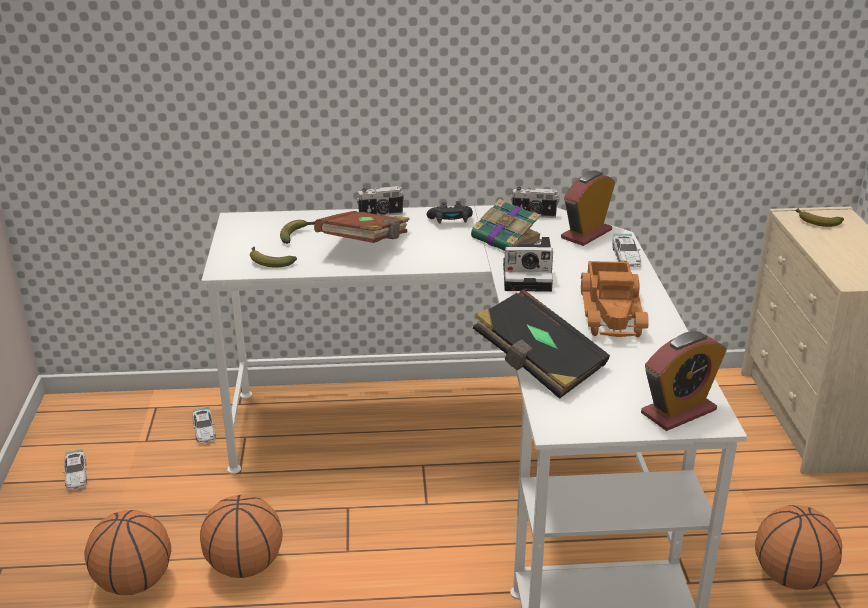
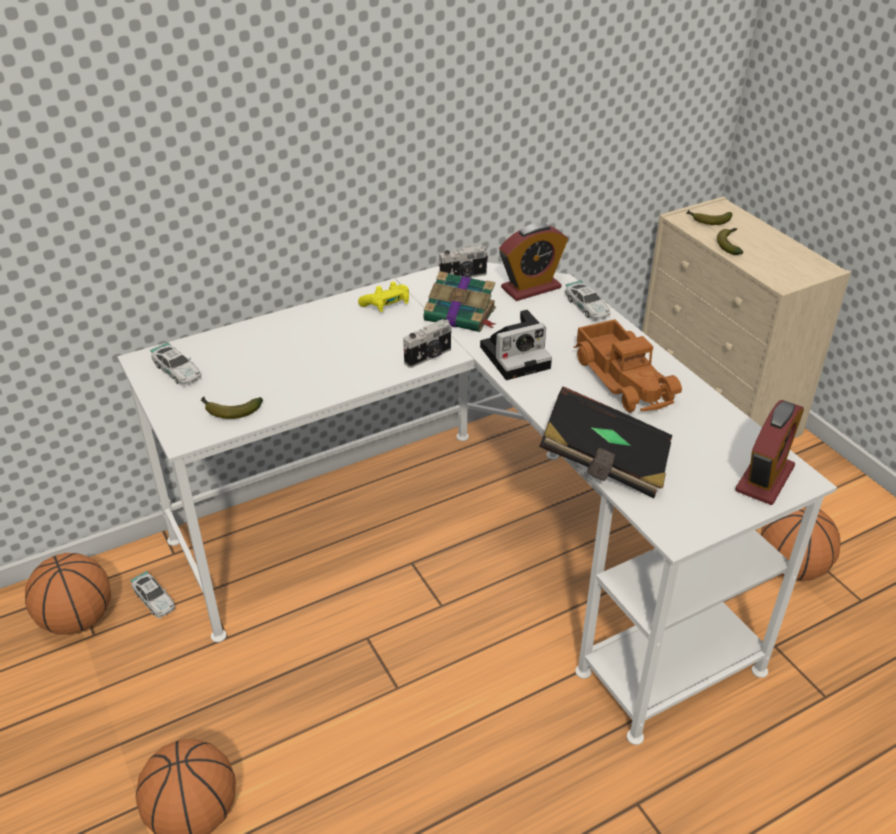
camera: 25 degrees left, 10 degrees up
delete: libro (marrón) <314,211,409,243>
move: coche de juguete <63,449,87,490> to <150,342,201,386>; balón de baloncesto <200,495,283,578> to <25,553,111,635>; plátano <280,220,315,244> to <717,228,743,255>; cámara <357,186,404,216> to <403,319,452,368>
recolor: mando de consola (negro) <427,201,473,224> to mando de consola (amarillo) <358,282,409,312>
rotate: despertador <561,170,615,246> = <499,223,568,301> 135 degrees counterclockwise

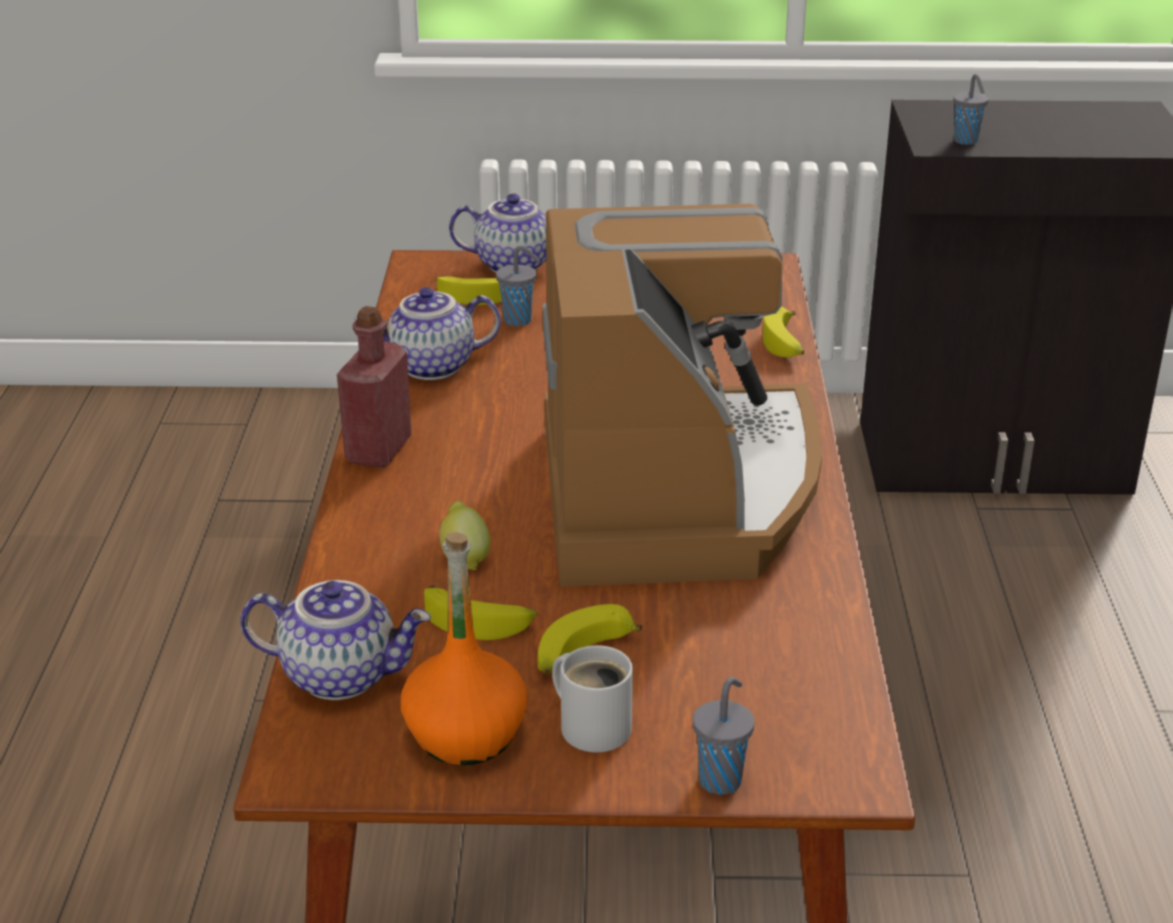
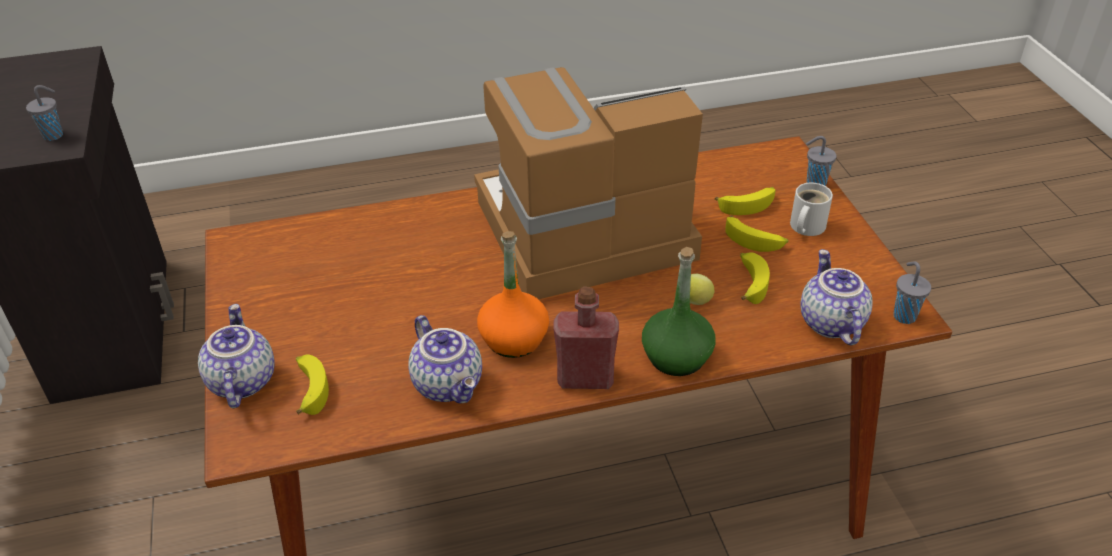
camera: 105 degrees left, 10 degrees up
insert: botella (verde) <642,247,716,376>
move: botella (naranja) <401,532,527,765> to <477,231,549,358>; taza (gris) <496,246,540,326> to <893,261,931,324>; plátano <763,306,804,357> to <715,187,775,215>

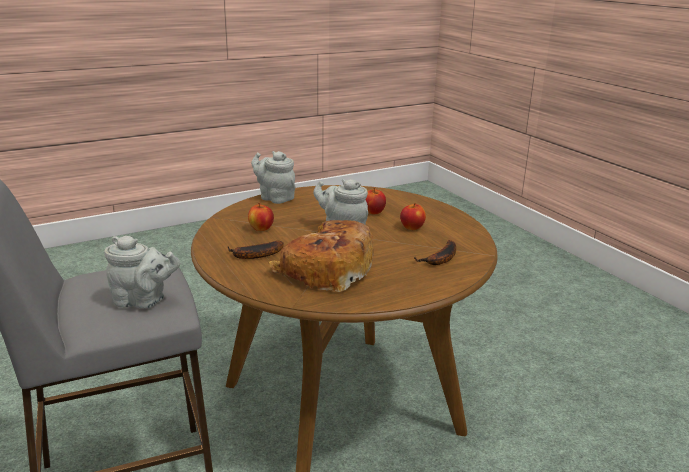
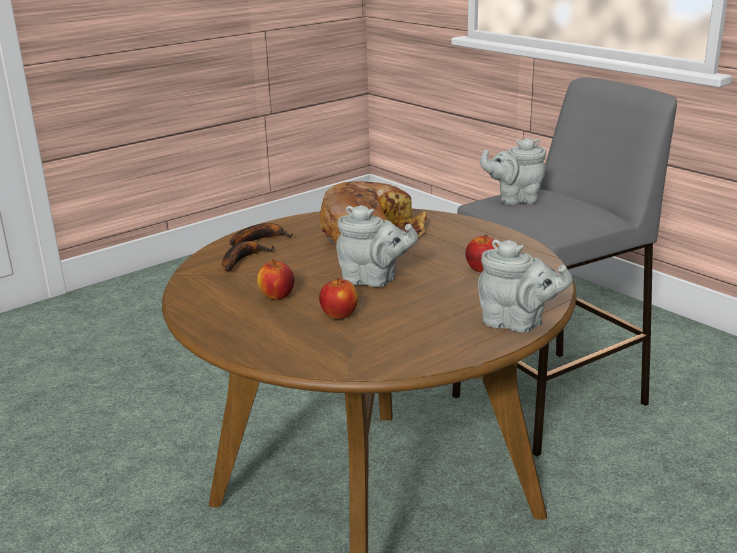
camera: 170 degrees right, 0 degrees up
move: plátano <228,241,284,259> to <230,223,293,246>

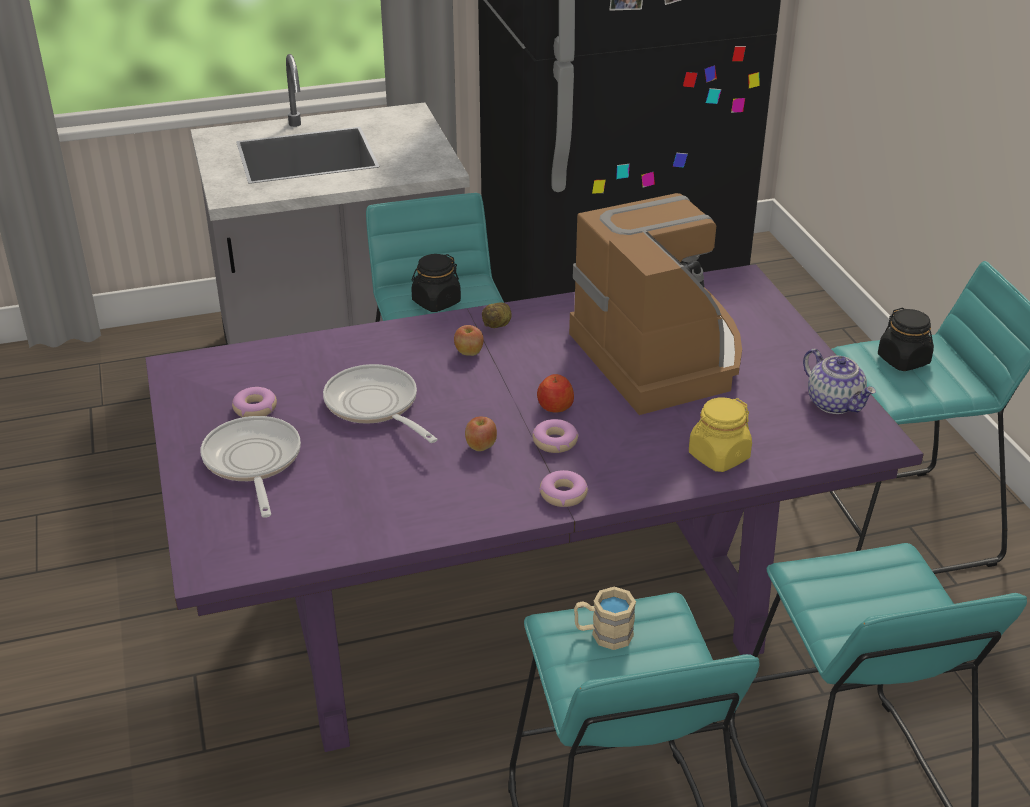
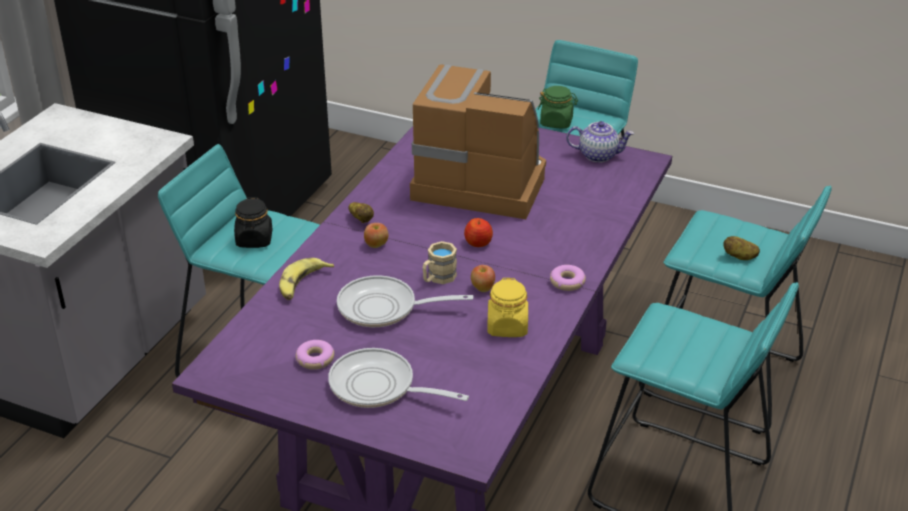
camera: 50 degrees left, 0 degrees up
delete: rosquilla <532,419,579,453>
insert: plátano <279,258,334,300>; patata <723,236,760,260>
move: taza grande (beis) <574,587,636,650> to <423,241,457,284>; tarro (amarillo) <689,397,752,472> to <487,278,528,337>
recolor: tarro (negro) <878,308,934,371> to tarro (verde) <538,86,578,129>

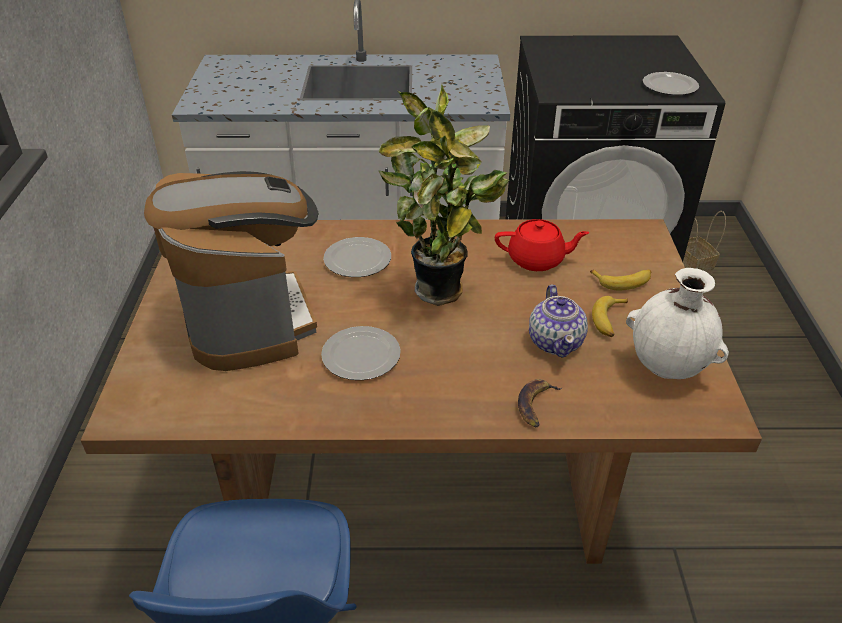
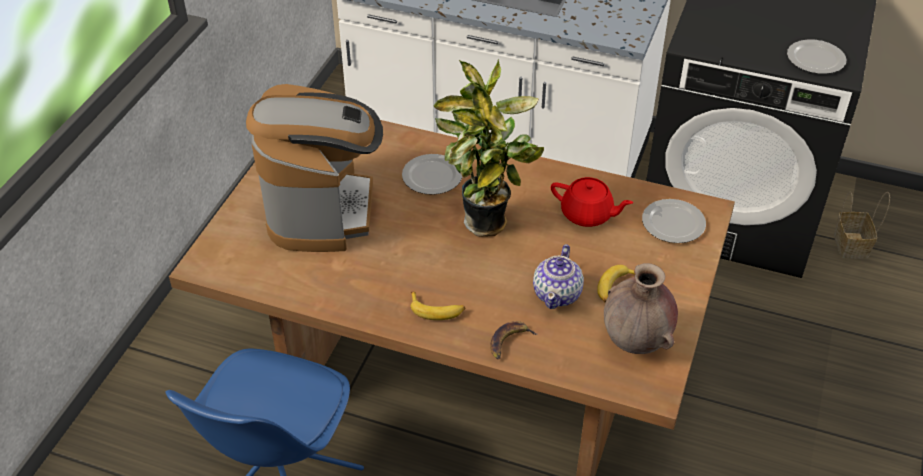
camera: 20 degrees right, 5 degrees up
move: plato <321,326,401,380> to <642,199,706,243>; plátano <590,270,651,290> to <411,291,465,320>
recolor: florero (blanco) <626,268,729,379> to florero (marrón) <604,263,678,354>

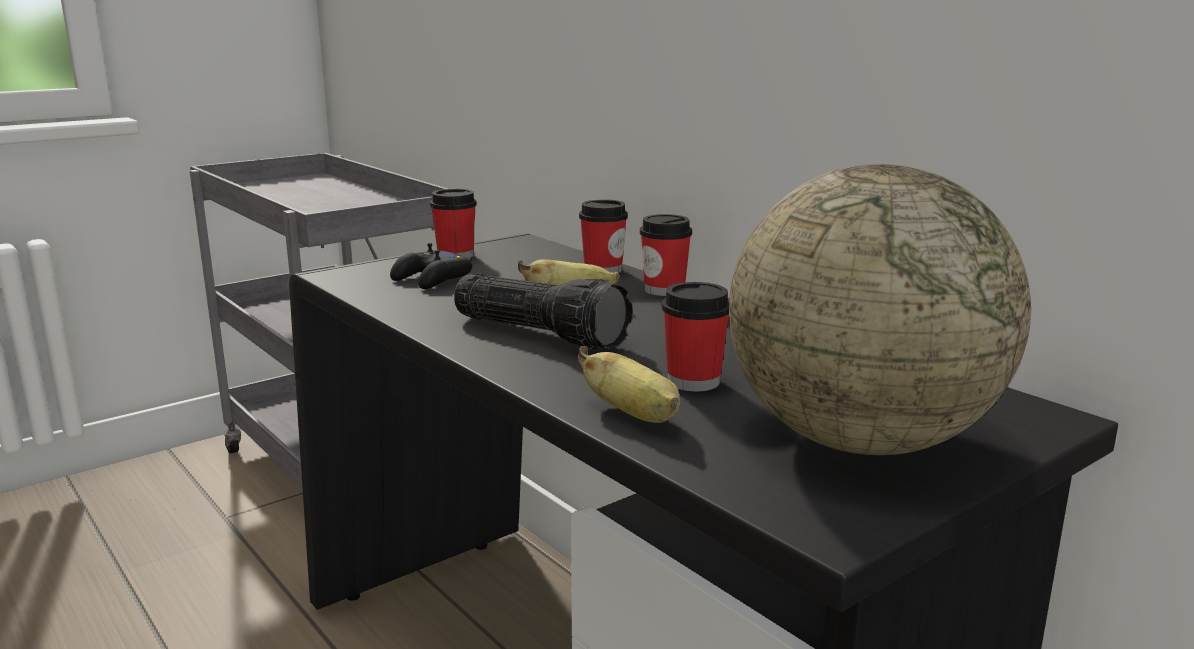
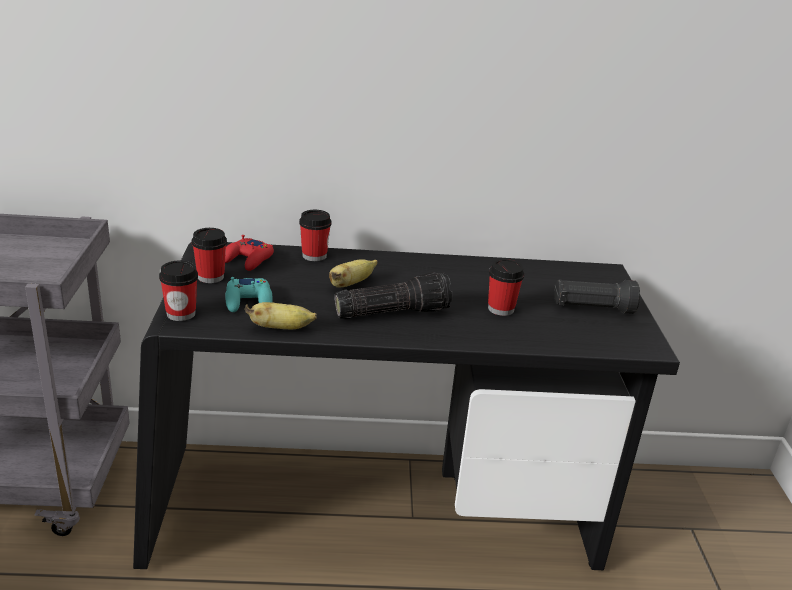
camera: 55 degrees left, 10 degrees up
insert: mando de consola (rojo) <225,235,274,271>
move: plátano <577,346,680,423> to <245,302,317,329>; taza <640,214,692,296> to <159,260,198,321>
replace: globo terráqueo <729,164,1031,455> to linterna (negro) <554,280,640,314>
recolor: mando de consola (negro) <390,243,472,289> to mando de consola (turquesa) <225,277,273,312>

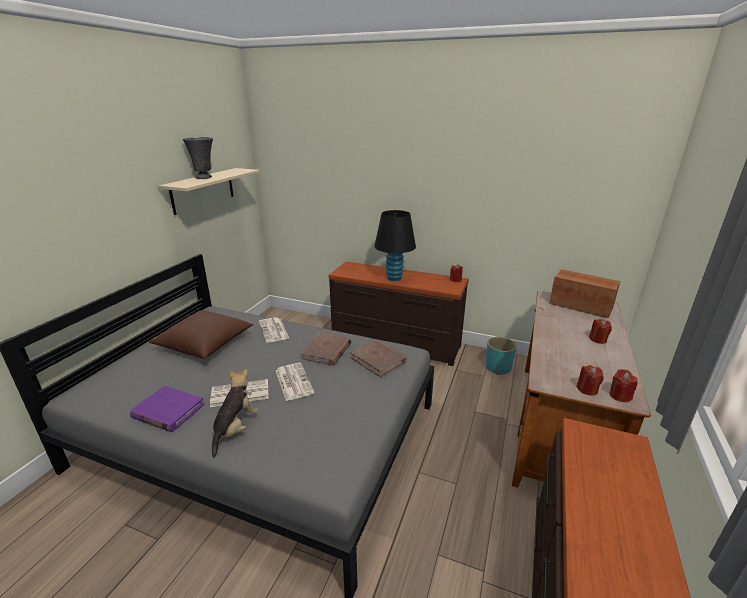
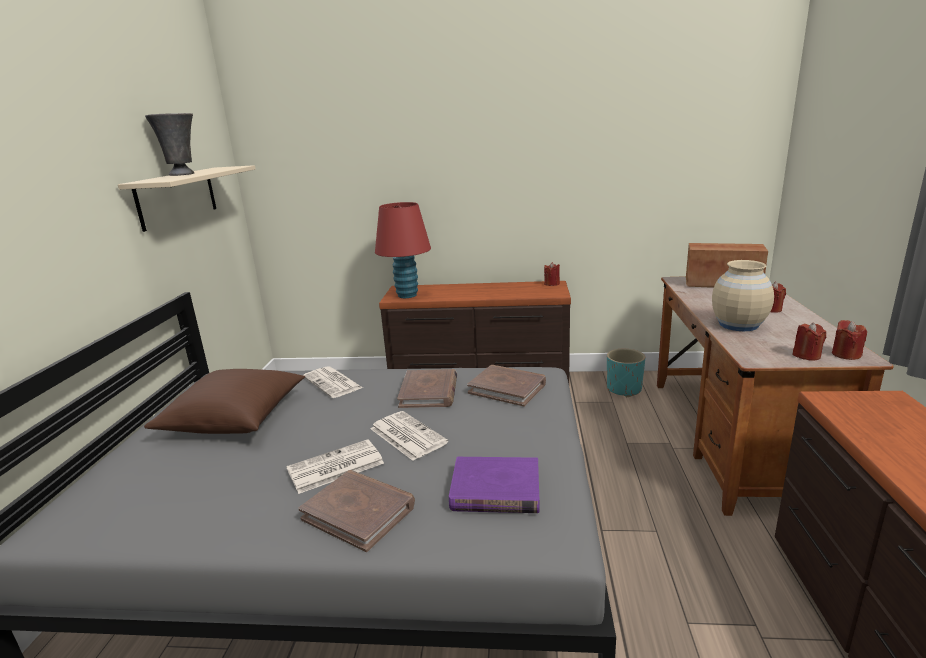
camera: 15 degrees left, 5 degrees down
delete: lámpara de mesa (negro) <374,210,416,281>
insert: lámpara de mesa (rojo) <375,202,431,298>; florero (beis) <712,260,774,331>
move: libro (morado) <130,386,204,432> to <449,457,540,513>
replace: peluche <212,369,258,458> to libro (marrón) <298,470,415,552>

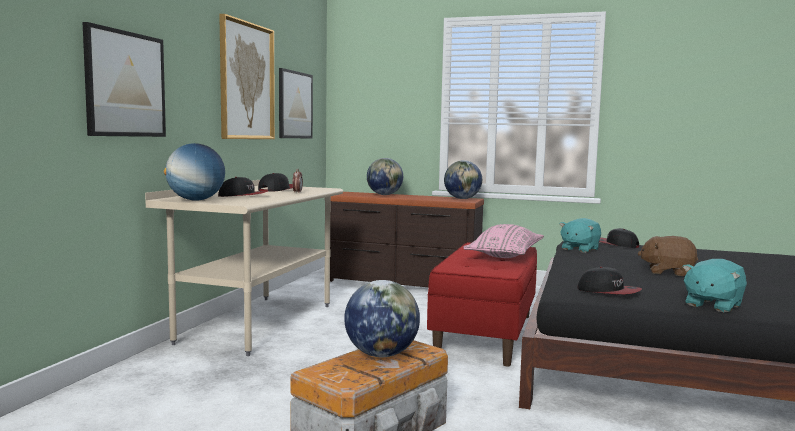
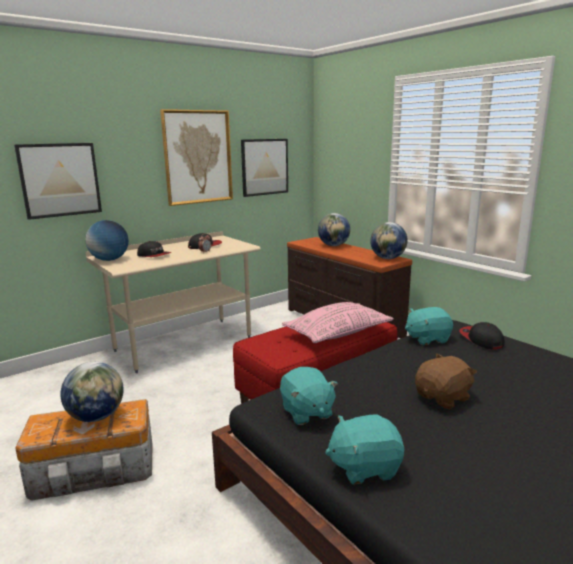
camera: 35 degrees right, 10 degrees up
replace: gorra <578,267,642,294> to peluche (turquesa) <280,367,338,425>
rotate: peluche (marrón) <638,236,698,276> = <415,354,477,409> 90 degrees clockwise

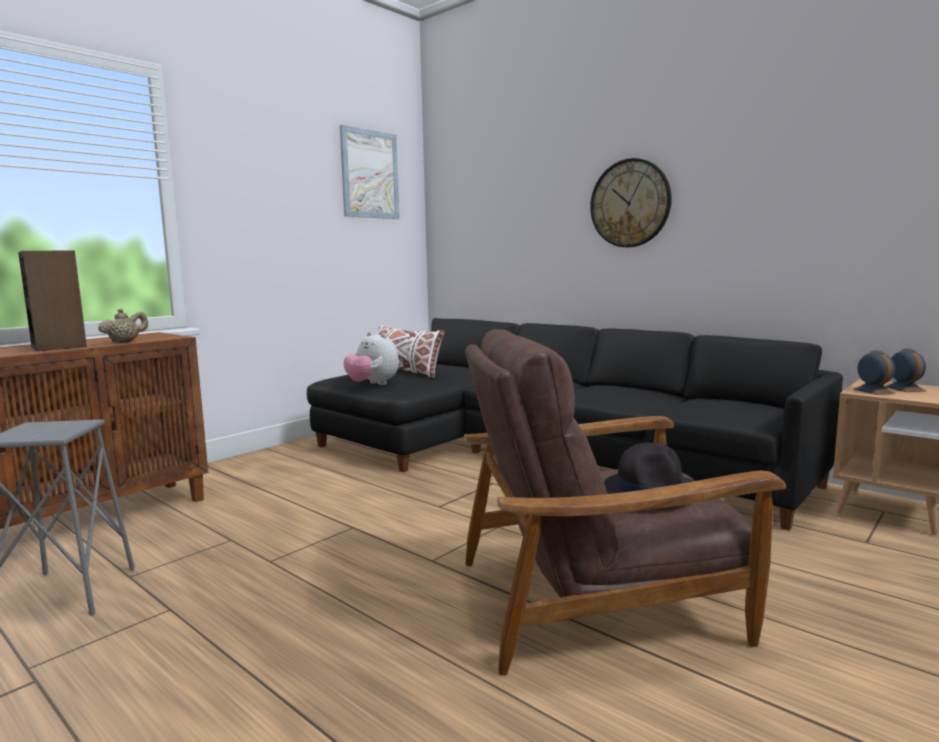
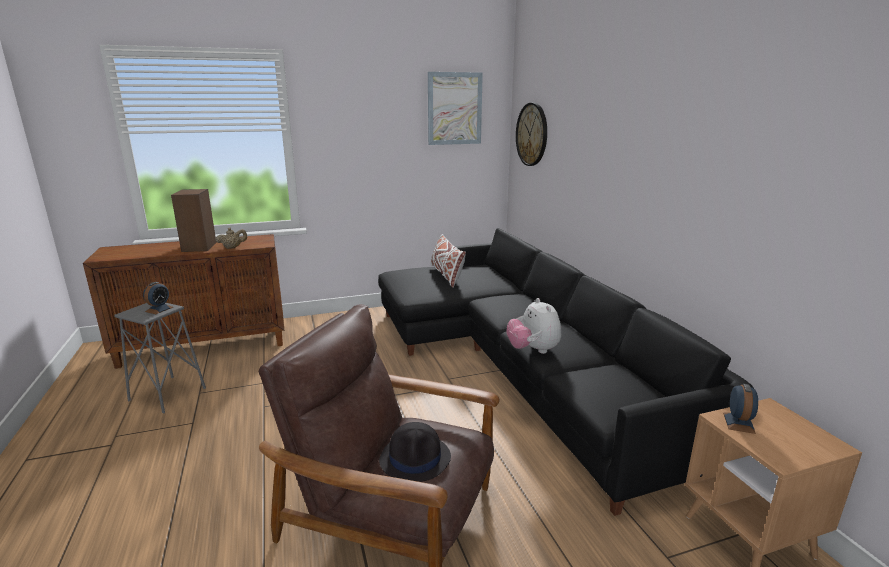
camera: 30 degrees right, 10 degrees up
move: peluche <344,332,399,385> to <506,298,561,354>; reloj de pared <590,158,672,247> to <516,103,547,166>; despertador <884,349,926,392> to <143,282,173,314>

